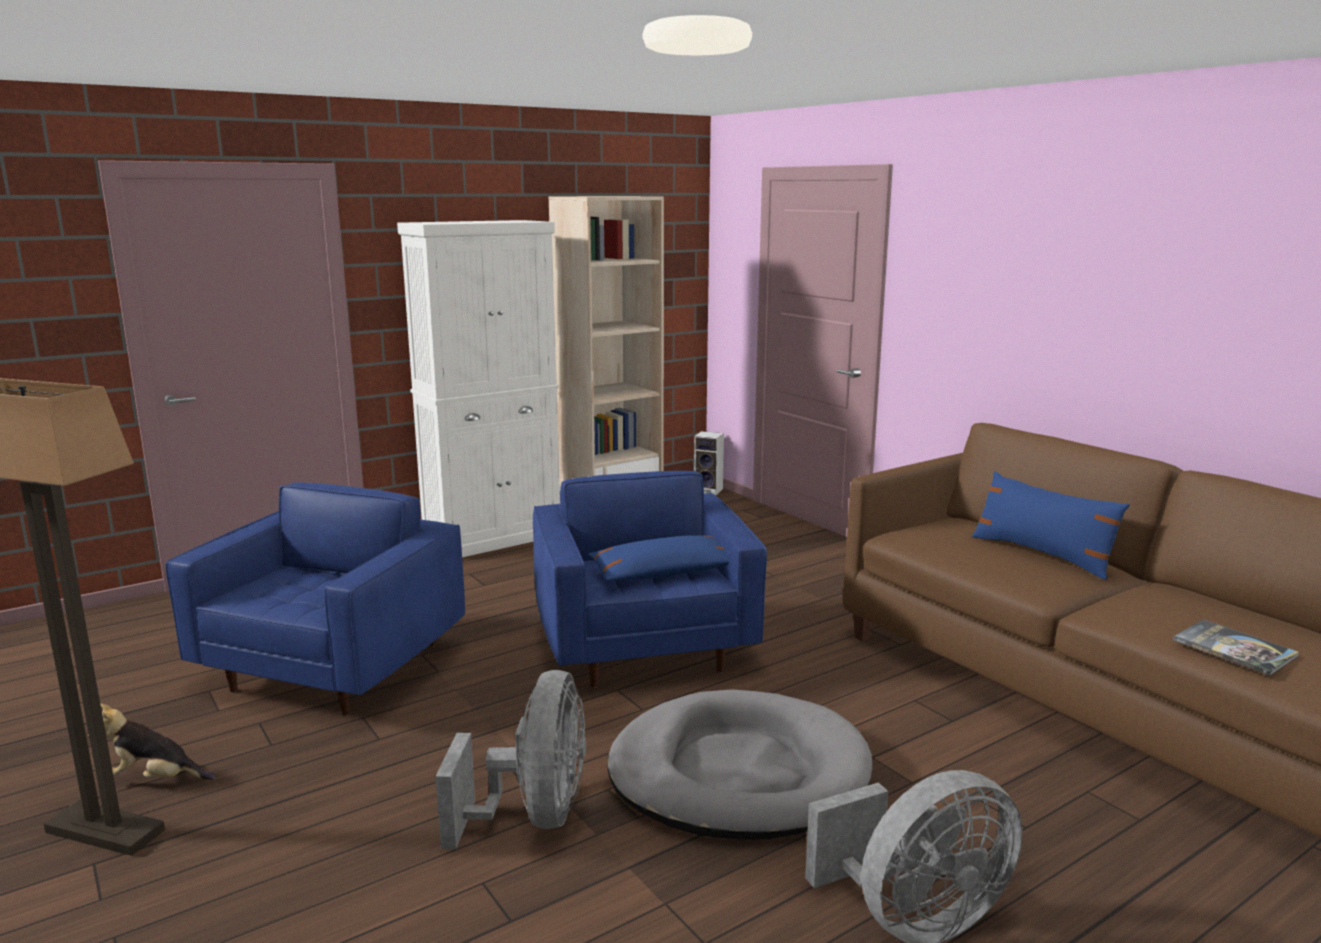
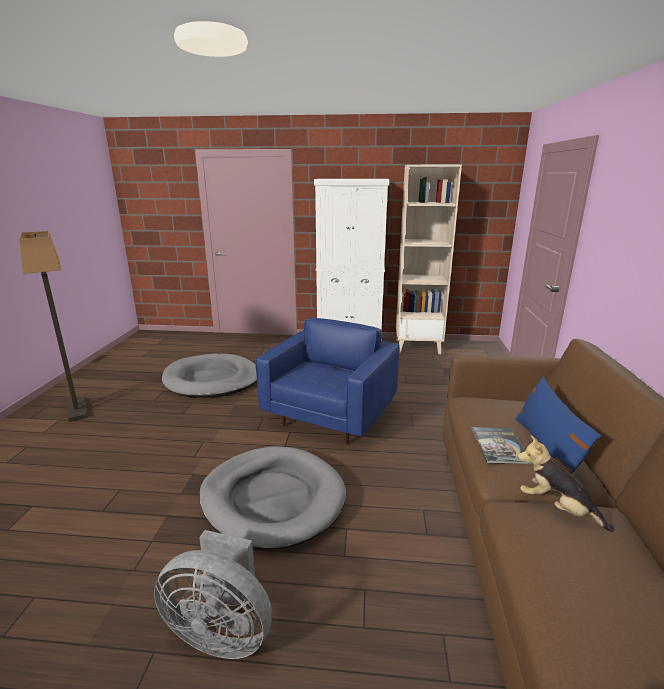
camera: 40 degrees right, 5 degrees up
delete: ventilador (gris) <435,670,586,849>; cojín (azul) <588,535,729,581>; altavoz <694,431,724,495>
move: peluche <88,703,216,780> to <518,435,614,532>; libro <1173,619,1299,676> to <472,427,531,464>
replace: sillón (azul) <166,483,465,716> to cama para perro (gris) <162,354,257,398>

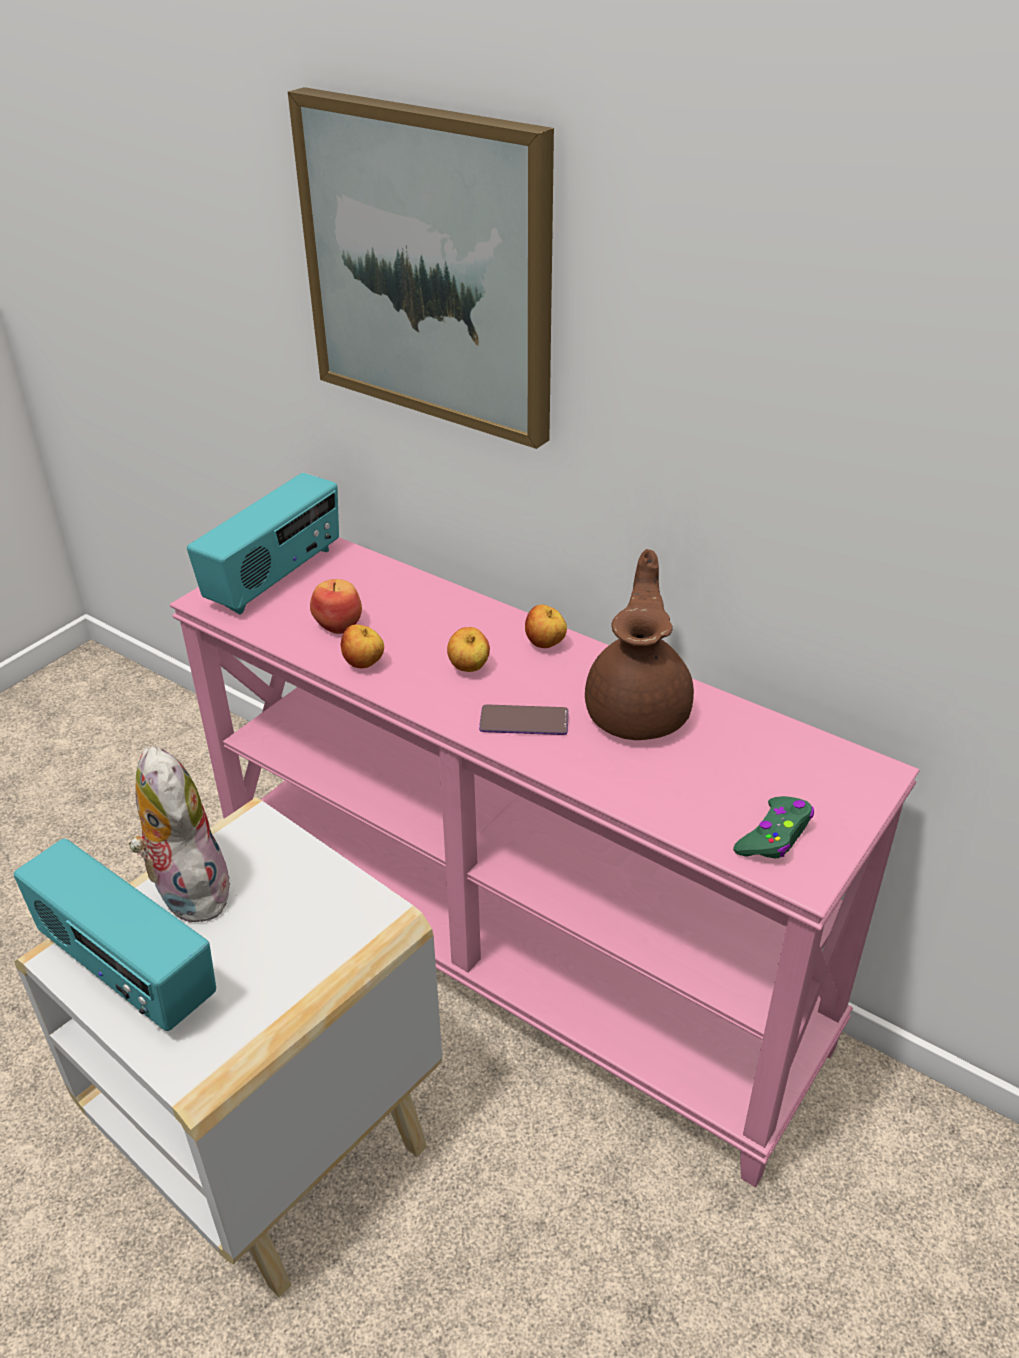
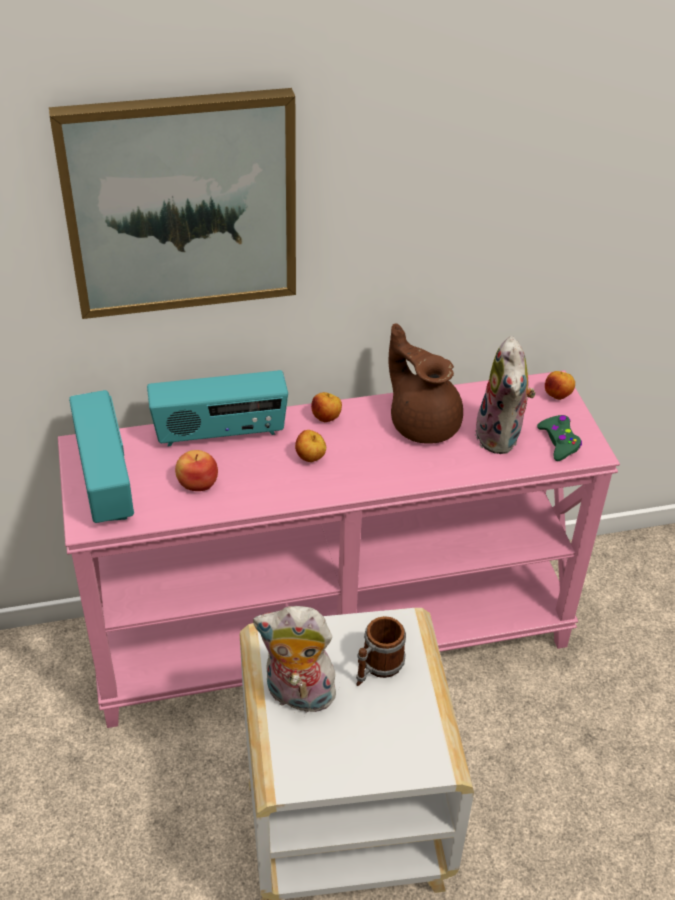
camera: 50 degrees left, 5 degrees up
delete: móvil <479,705,569,735>
insert: taza grande <356,616,406,686>; peluche <475,336,536,454>
move: radio <14,839,216,1031> to <147,370,288,446>; manzana <341,624,384,668> to <545,371,575,400>

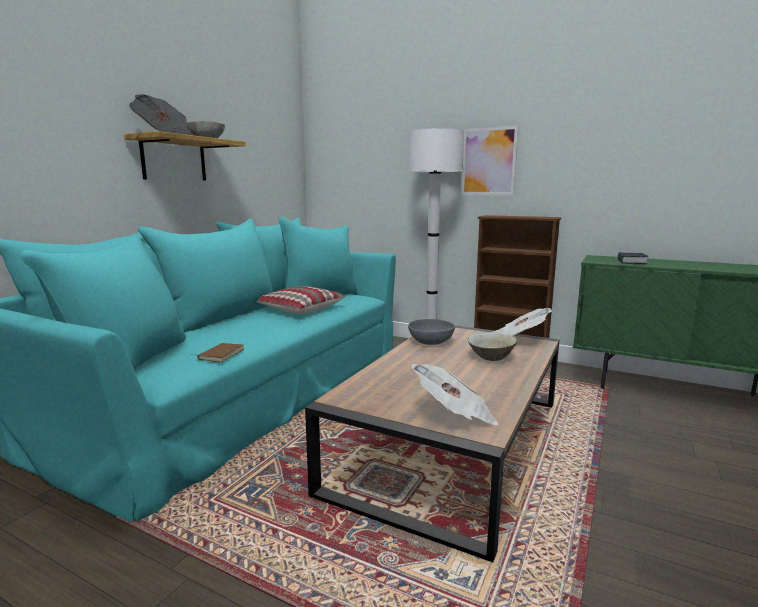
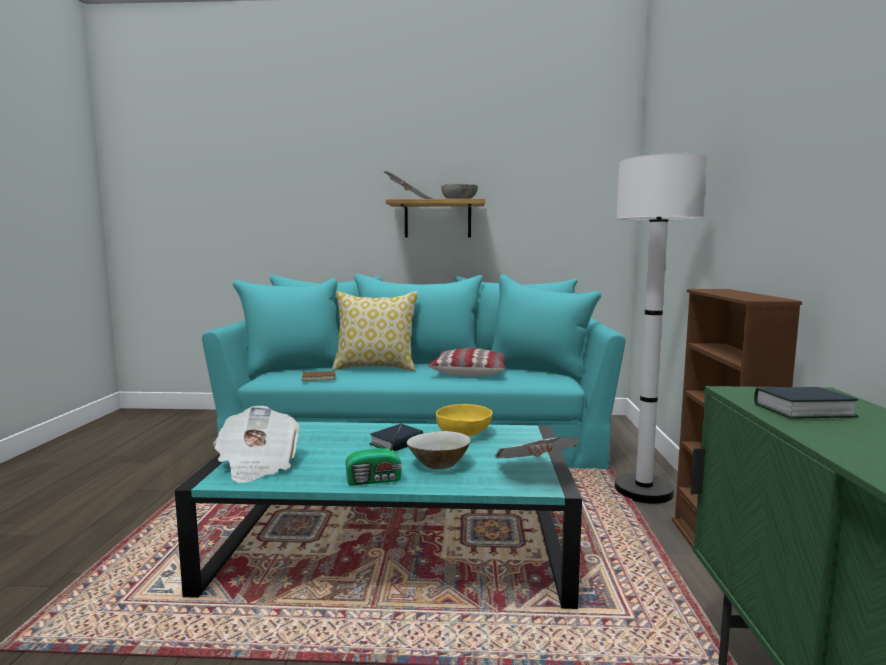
camera: 65 degrees right, 5 degrees down
delete: cuadro <461,126,519,195>
insert: cojín <332,291,418,371>; radio <346,423,402,486>; libro <369,424,424,451>
recolor: mesa de centro (marrón) <305,325,560,562> to mesa de centro (turquesa) <175,422,582,609>; cuenco (gris) <408,319,455,345> to cuenco (amarillo) <436,404,493,436>

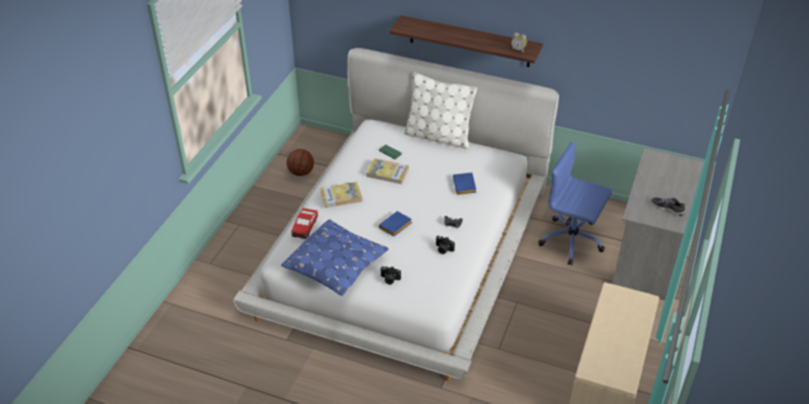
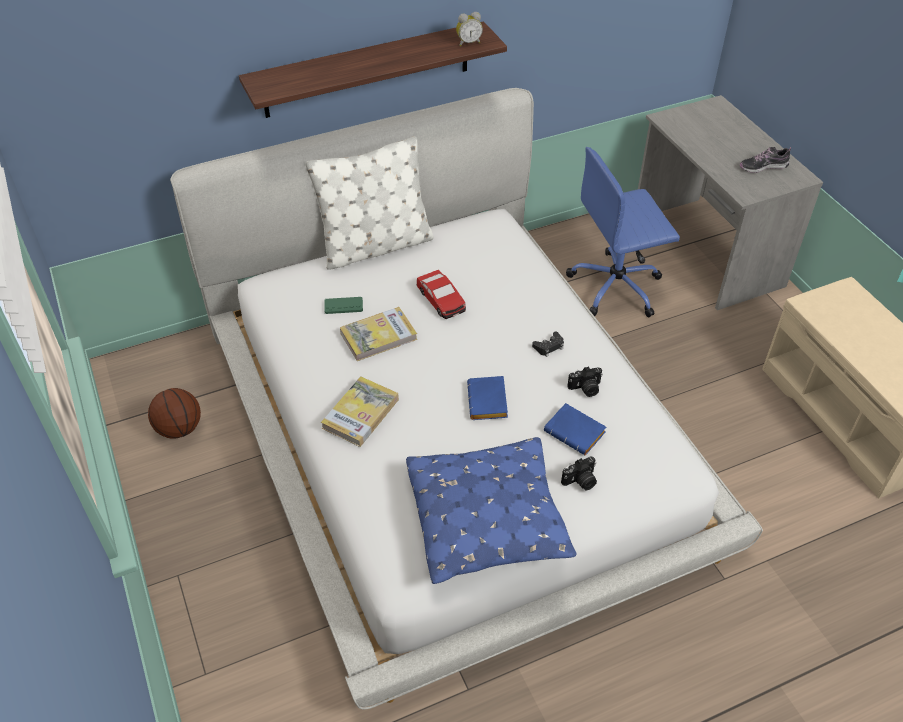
camera: 45 degrees left, 5 degrees up
move: coche de juguete <291,208,318,239> to <417,270,466,319>; libro (azul) <453,173,476,195> to <544,403,606,455>

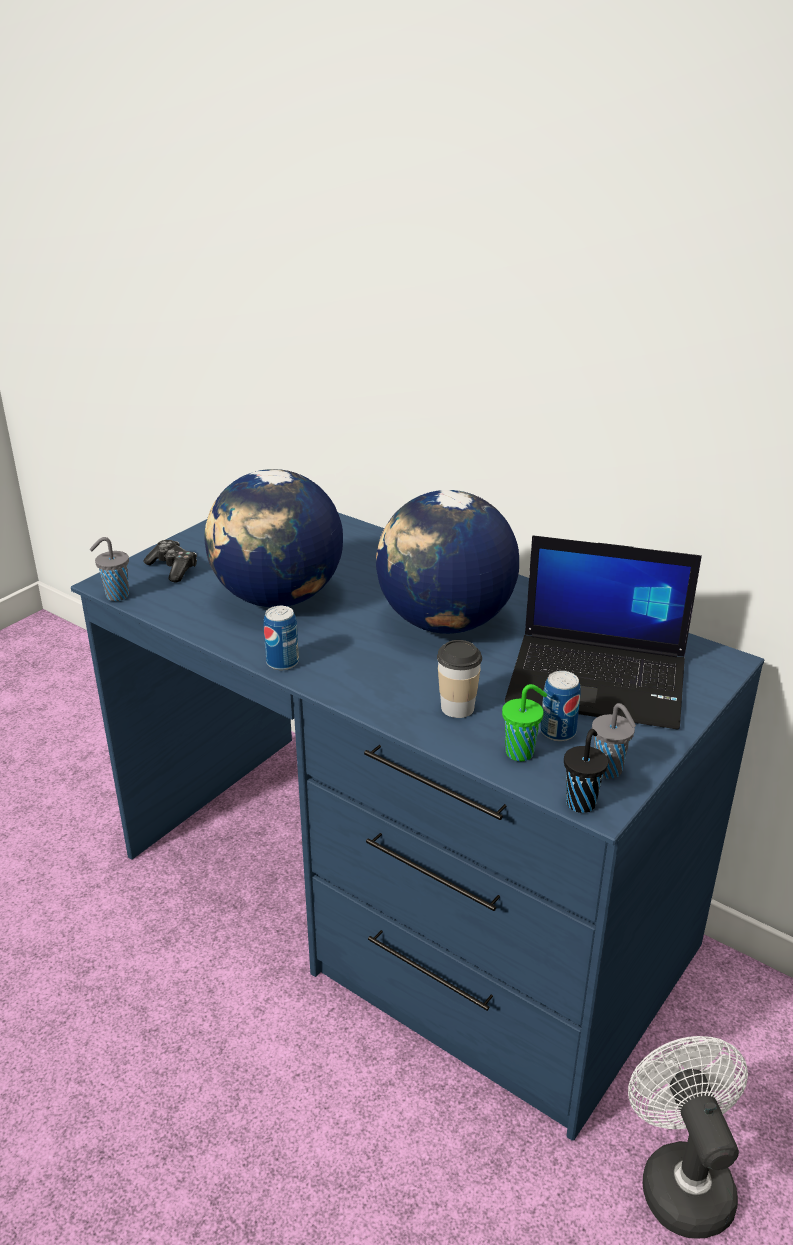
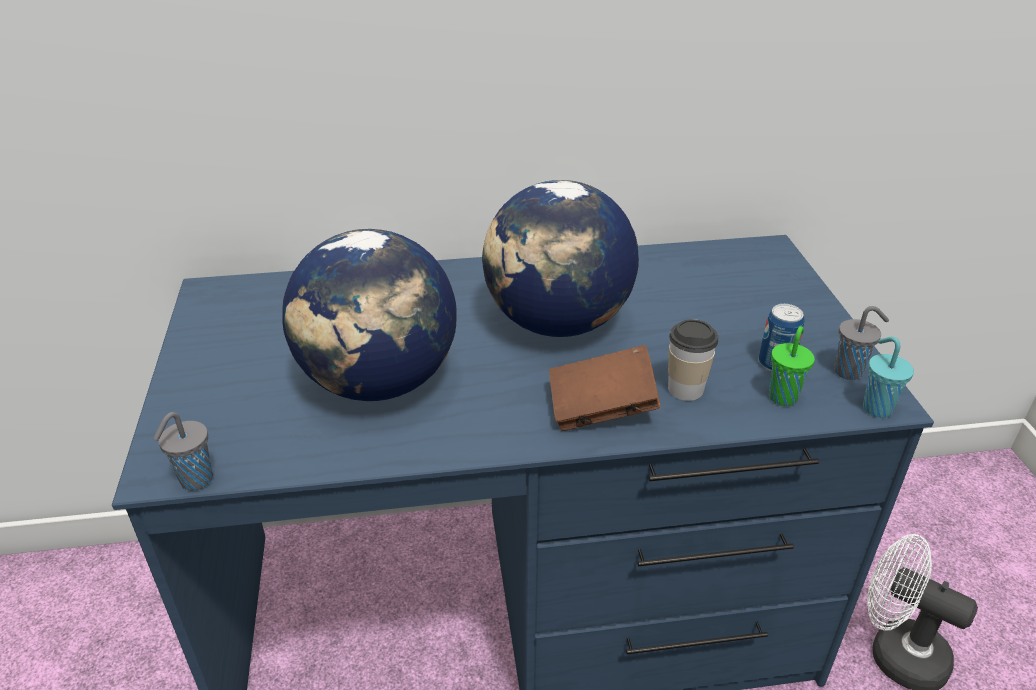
camera: 45 degrees left, 5 degrees up
delete: mando de consola <143,540,197,582>; lata <264,606,299,670>; portátil <505,535,702,729>
insert: libro (marrón) <549,345,661,431>
recolor: taza (negro) <564,729,608,813> to taza (turquesa) <863,337,914,418>

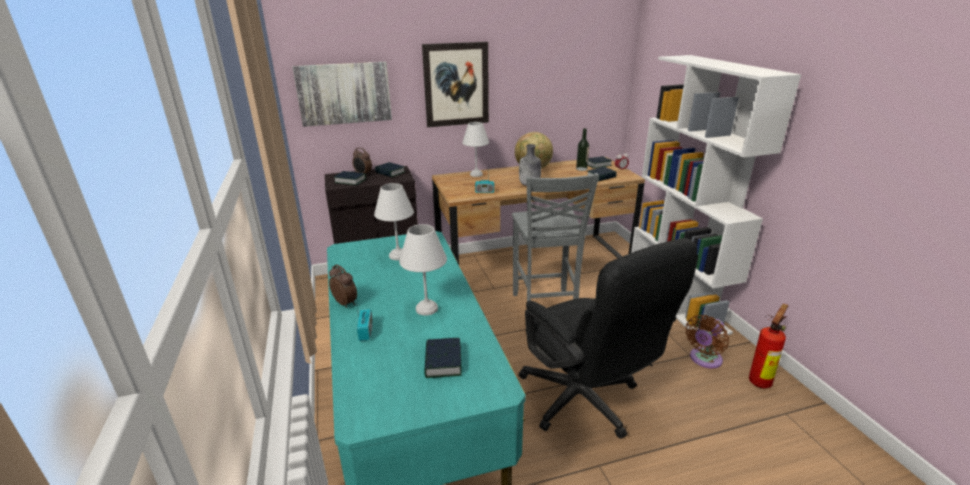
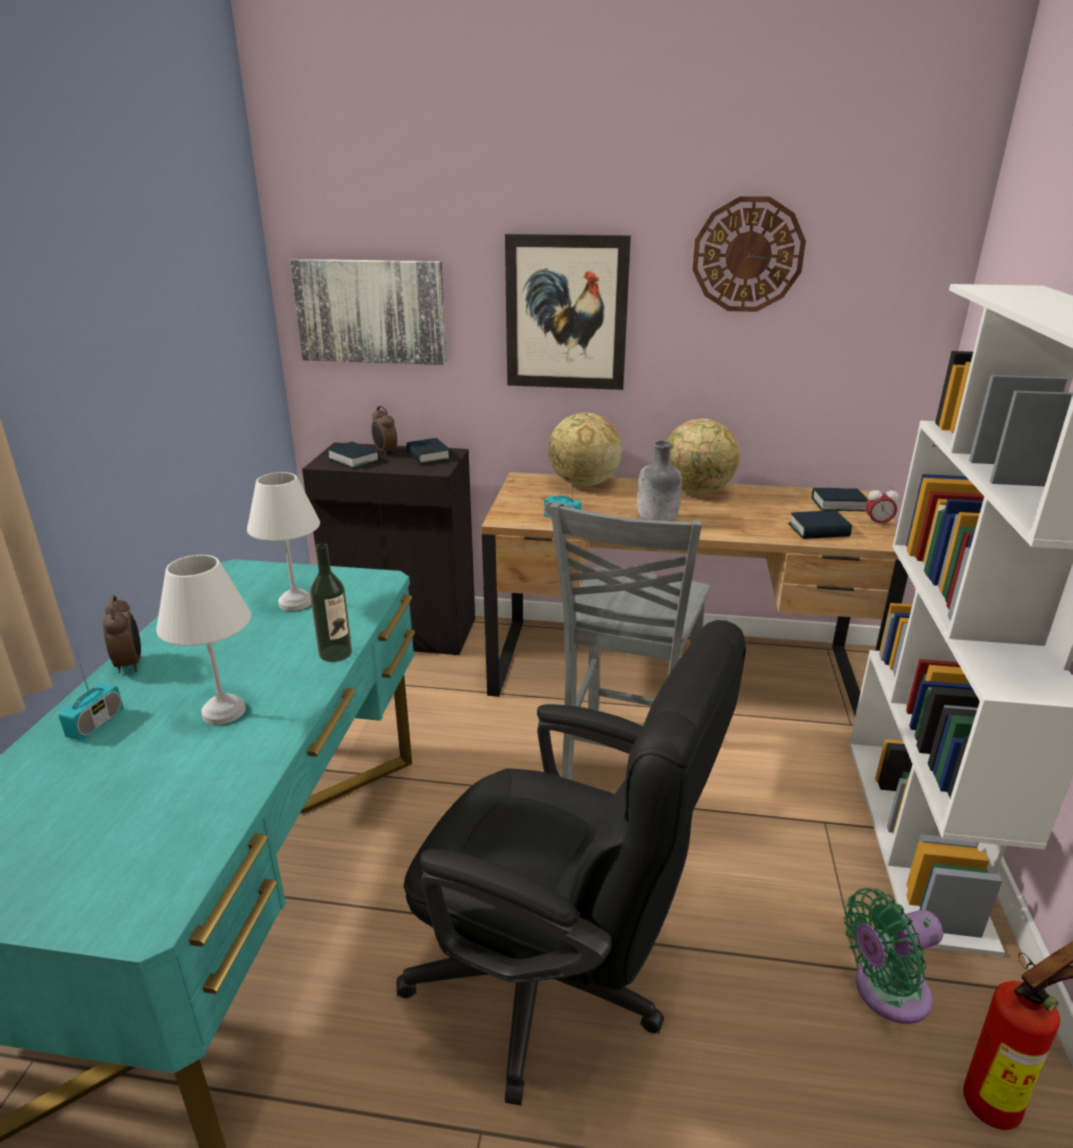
camera: 25 degrees right, 0 degrees up
delete: libro <424,338,462,378>
insert: reloj de pared <693,196,806,312>
move: botella <576,128,589,171> to <310,543,352,662>
replace: lámpara de mesa (blanco) <462,122,489,177> to globo terráqueo <548,412,622,486>
recolor: ventilador (marrón) <685,315,729,369> to ventilador (verde) <844,888,943,1024>
rotate: silla de oficina (negro) <518,238,698,439> = <396,620,746,1106> 60 degrees counterclockwise

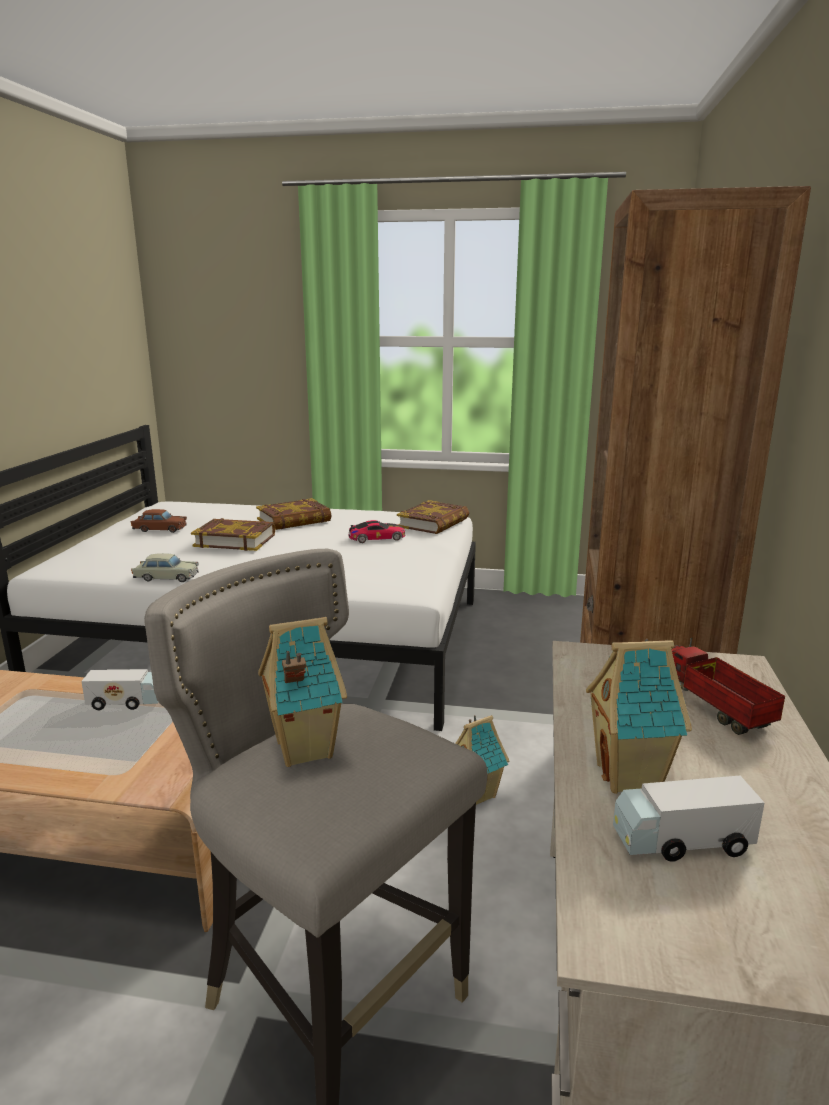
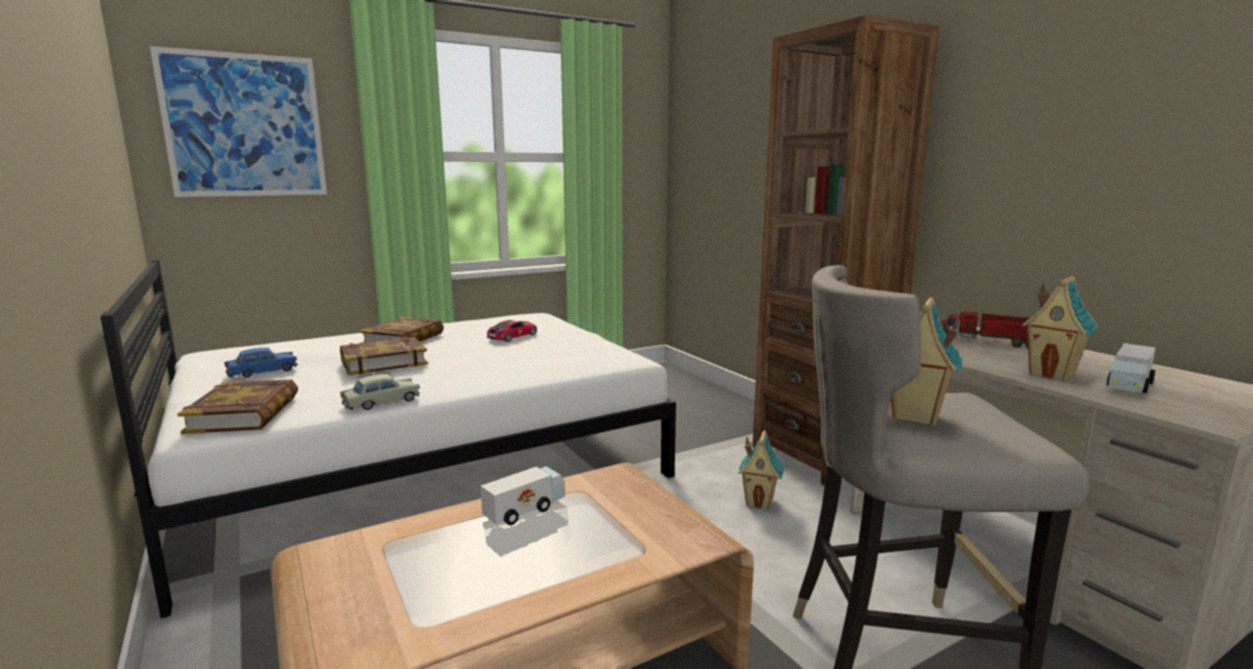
camera: 40 degrees left, 5 degrees down
insert: cuadro <150,46,327,197>
move: libro <397,500,469,534> to <177,380,298,434>
recolor: coche de juguete (marrón) <131,509,187,533> to coche de juguete (azul) <224,347,298,378>

